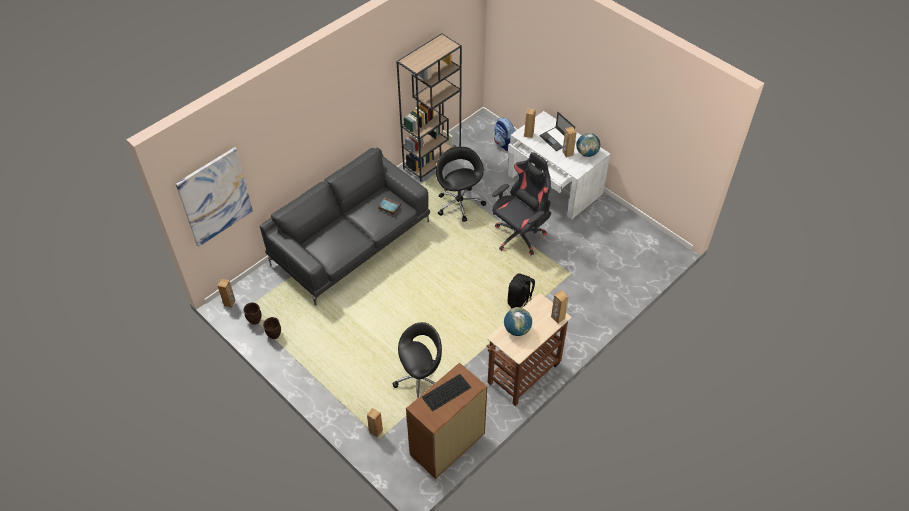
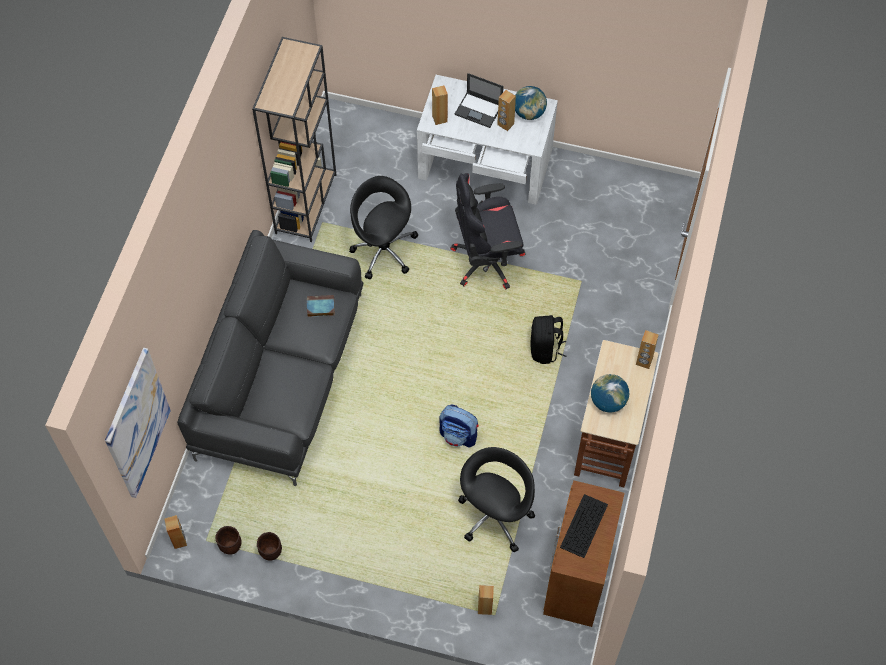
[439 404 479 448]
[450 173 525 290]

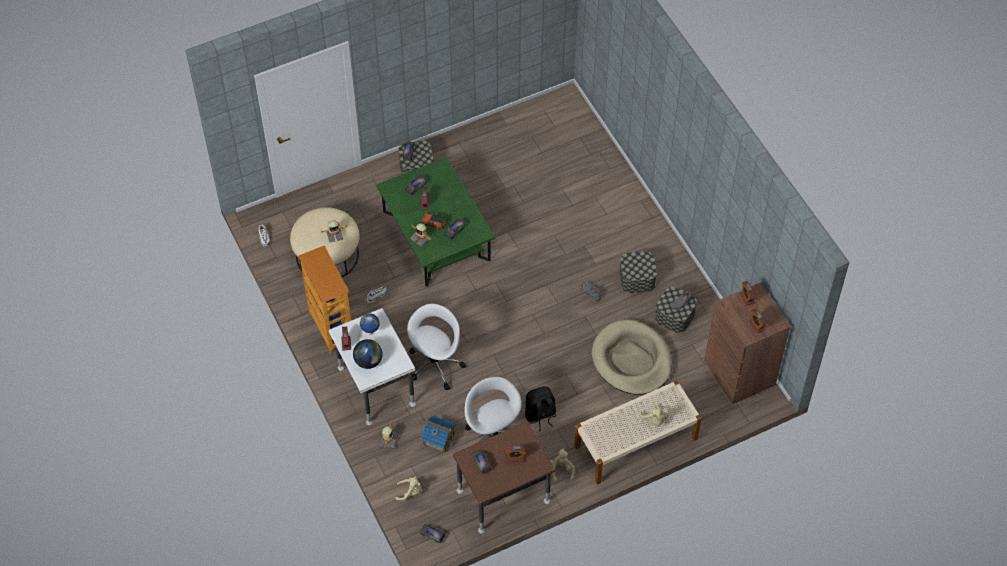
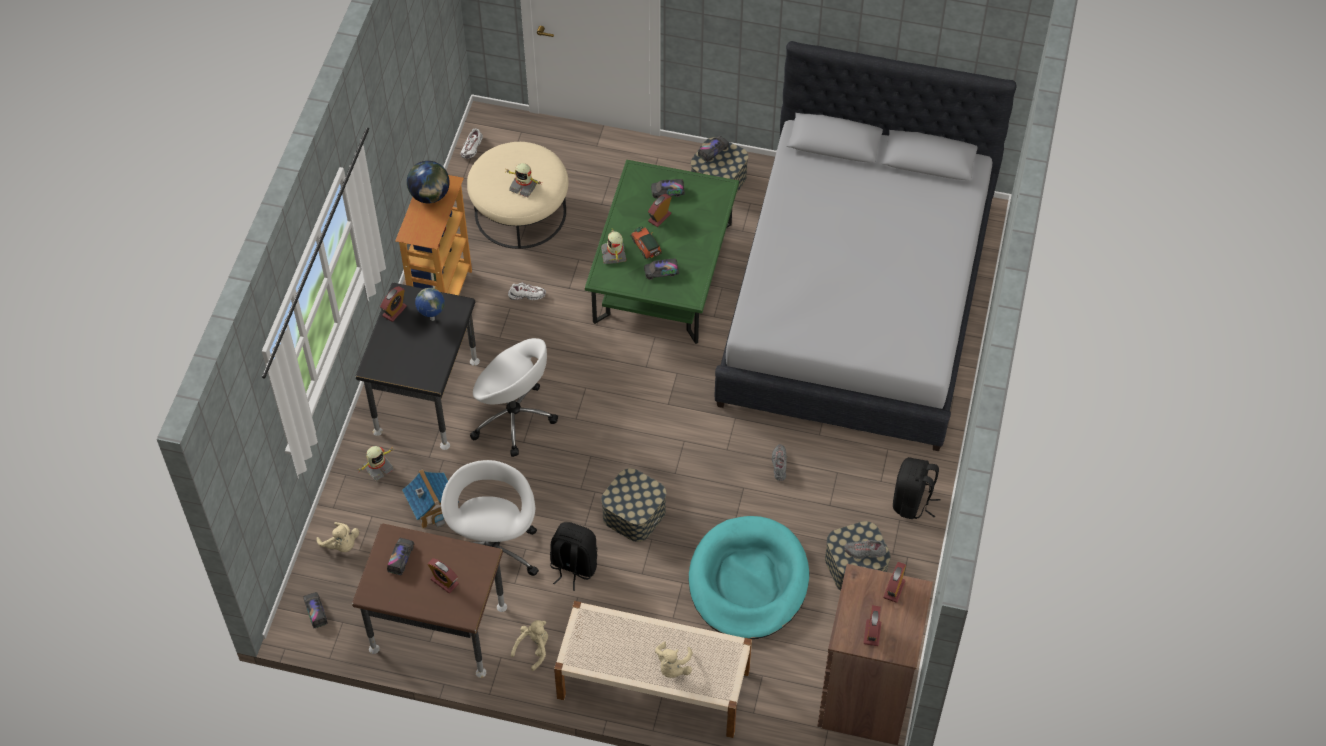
[715 41 1016 451]
[893 457 941 519]
[407 161 450 203]
[601 468 666 542]
[355 283 480 450]
[689 516 809 639]
[470 338 558 457]

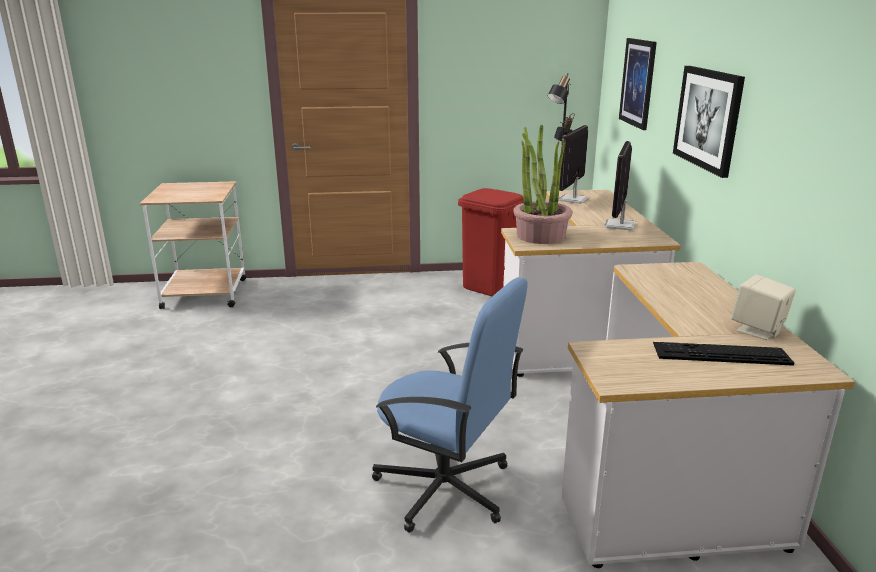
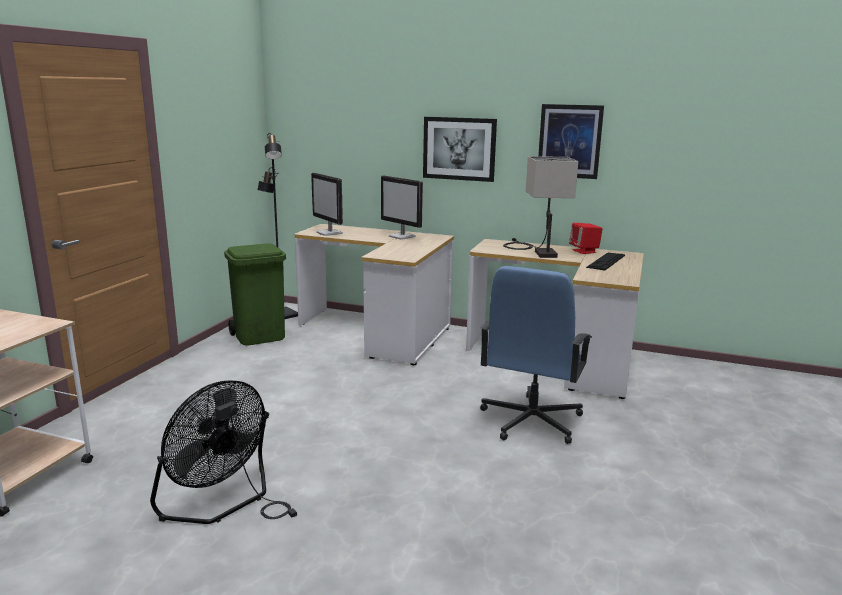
[513 125 573 244] (first image)
[150 381 297 524]
[503 156 578 258]
[538 104 604 179]
[224 243 286 346]
[569 223 603 254]
[480 266 592 444]

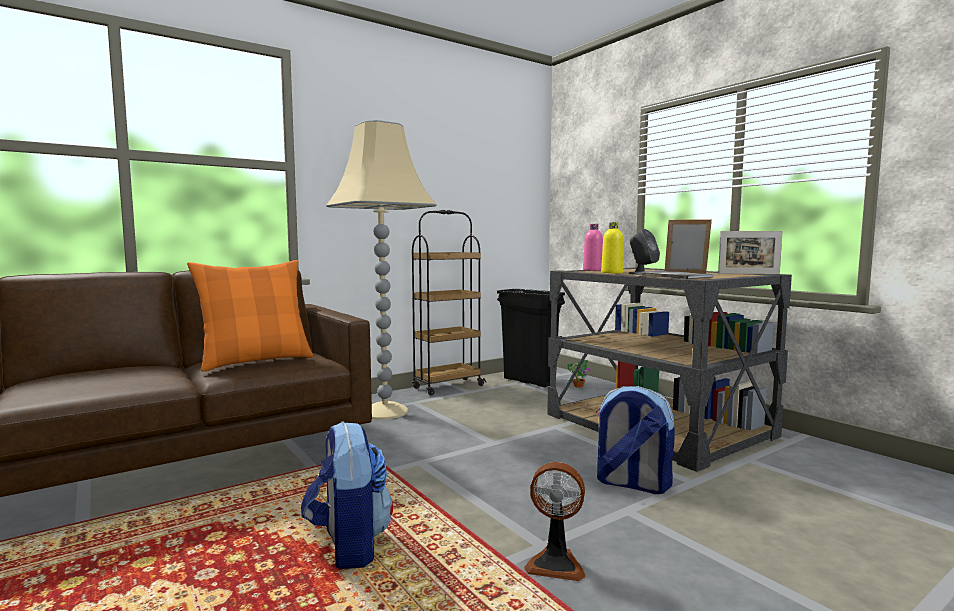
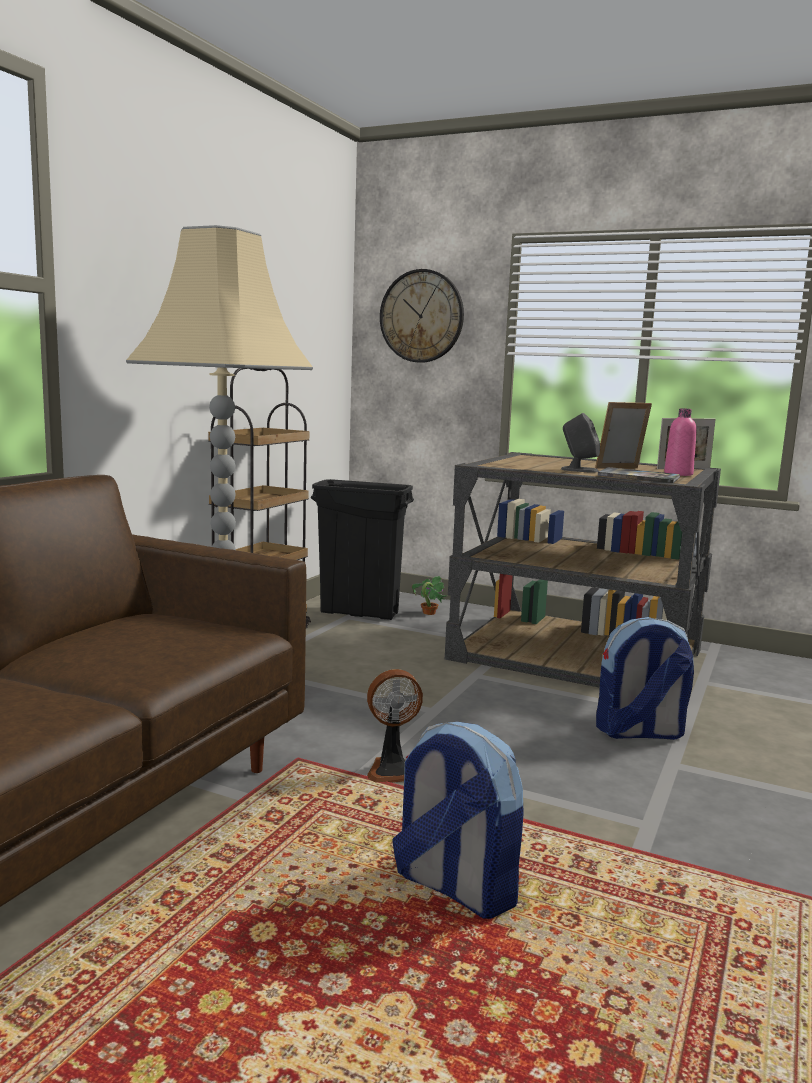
[187 260 313 372] (first image)
[601 222 623 273] (first image)
[380 269 464 363]
[367 669 423 783]
[664 408 697 476]

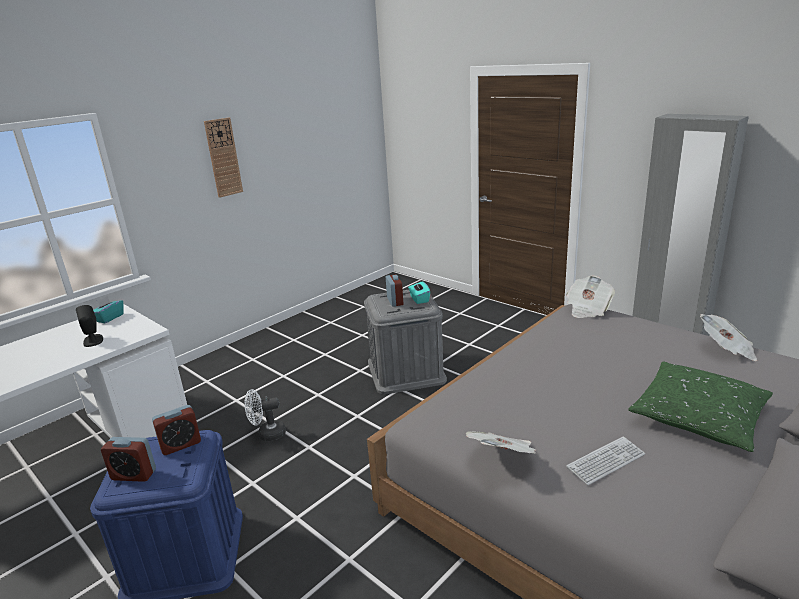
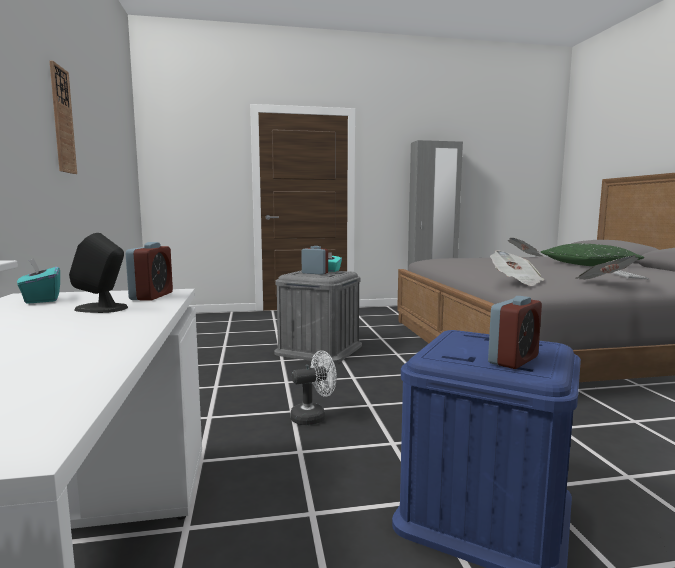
[126 242 173 301]
[490 250 544 286]
[290 351 337 425]

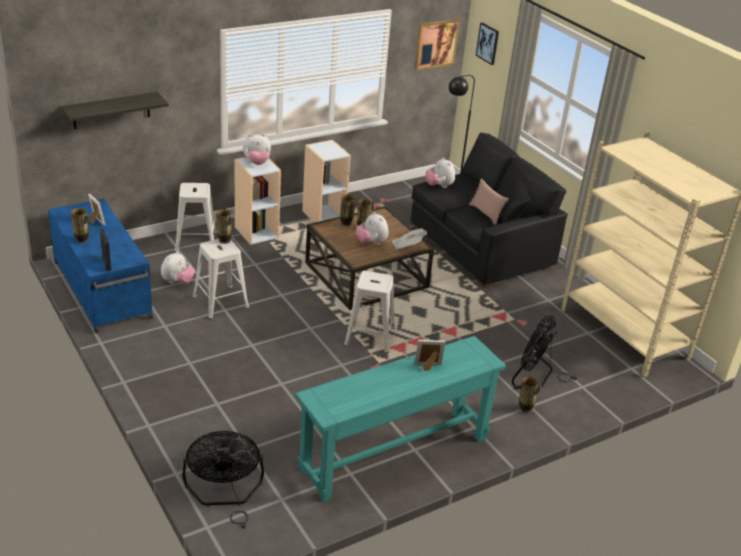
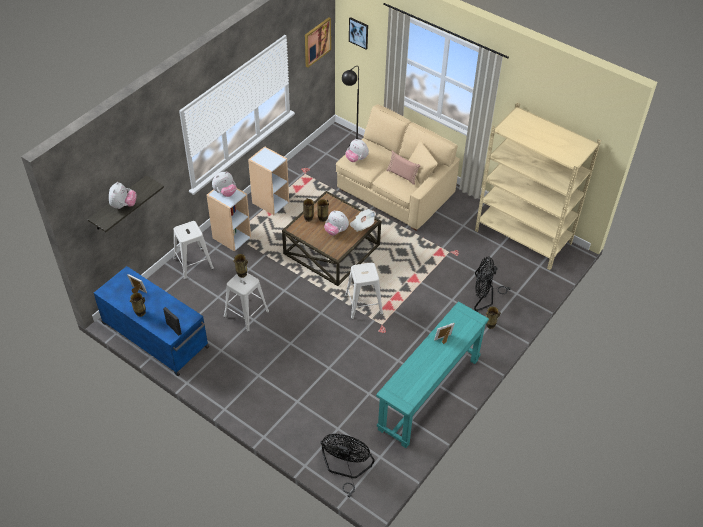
[109 182 137 209]
[336 104 460 231]
[320 434 375 497]

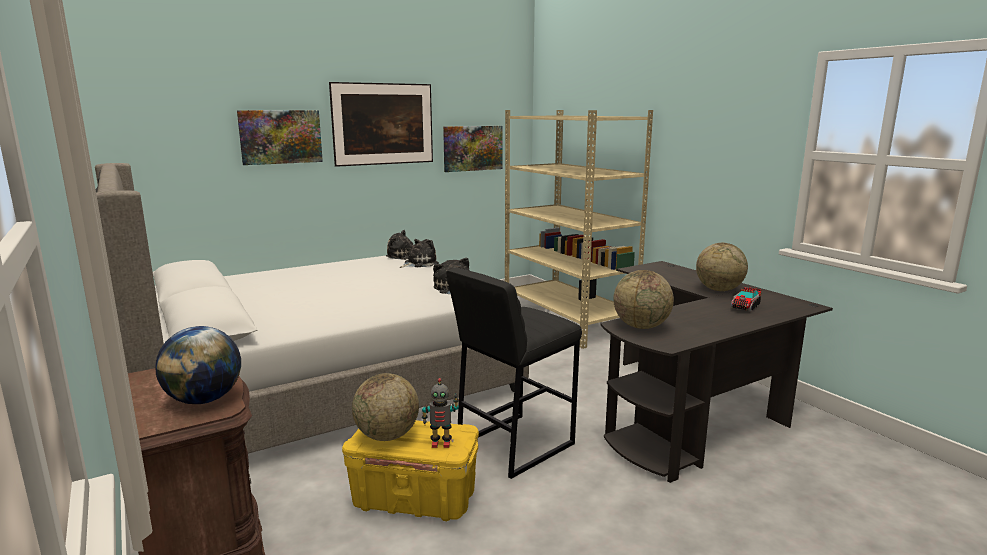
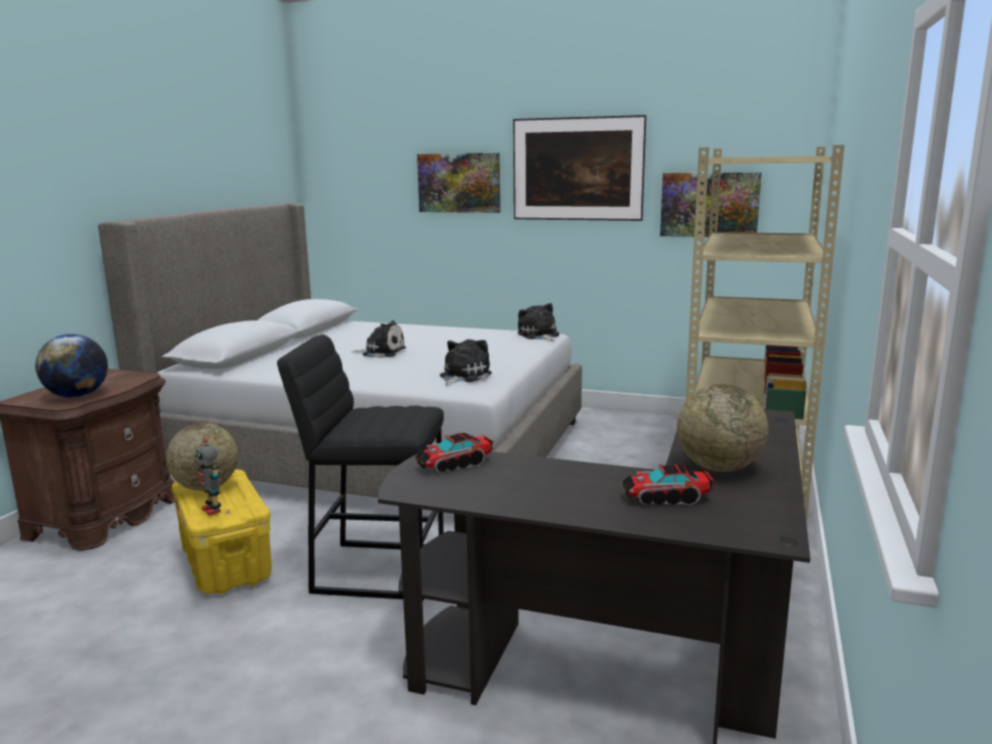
[352 320 406 358]
[415 433 494 473]

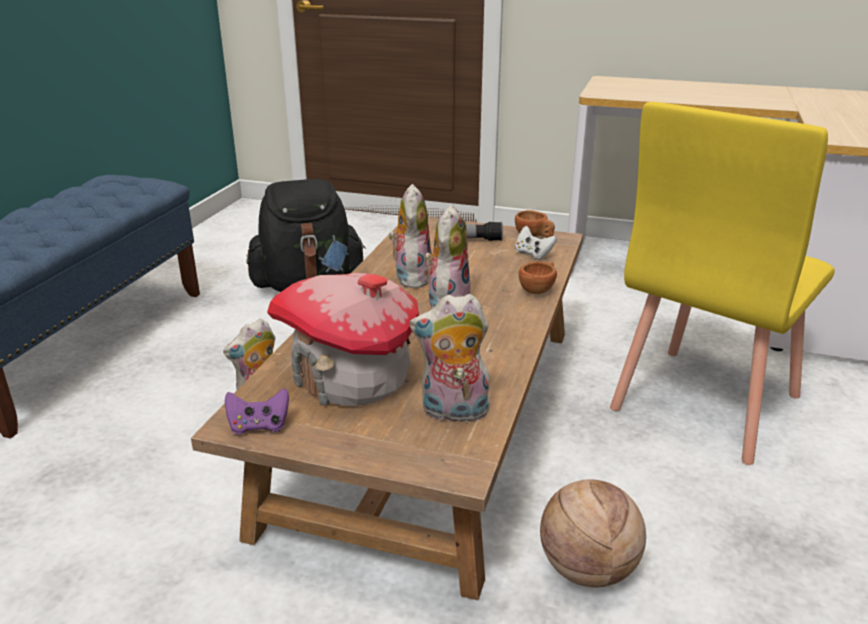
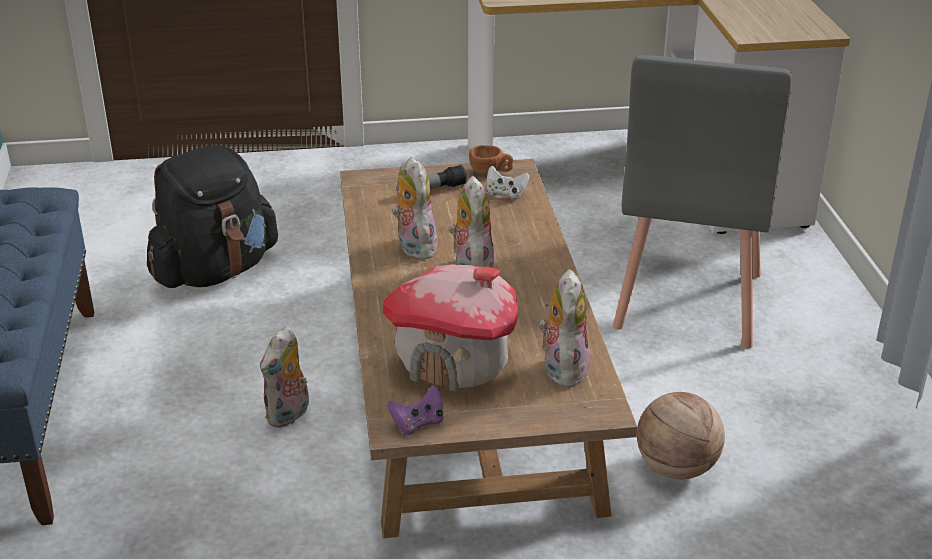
[519 262 557 294] (first image)
[613 55 792 348]
[539 269 589 387]

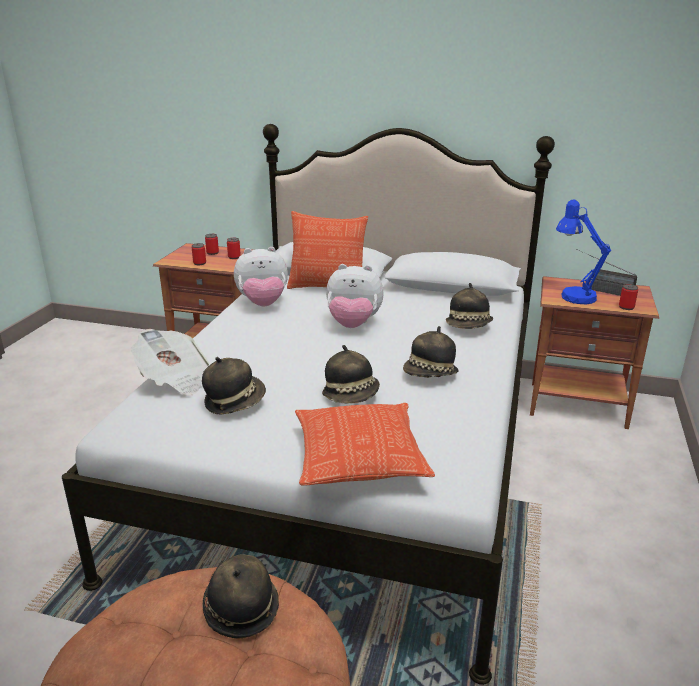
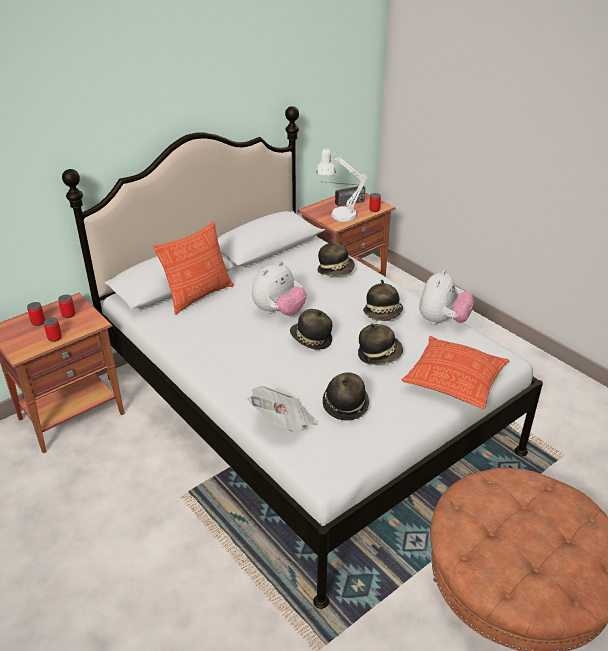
[290 309 333 350]
[419 270 474 325]
[316 148 367 222]

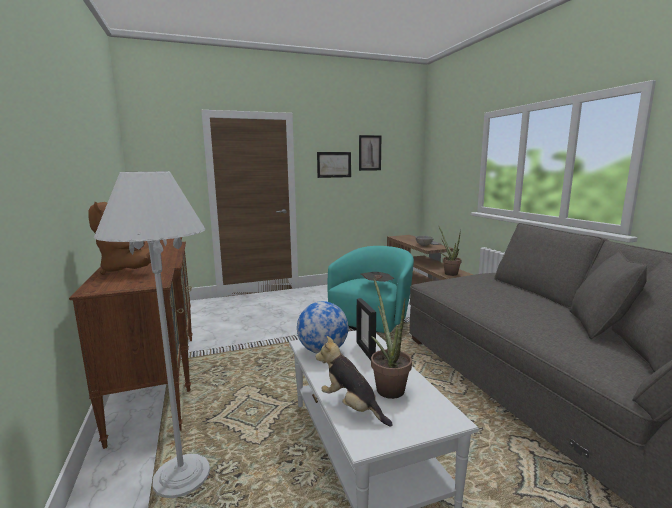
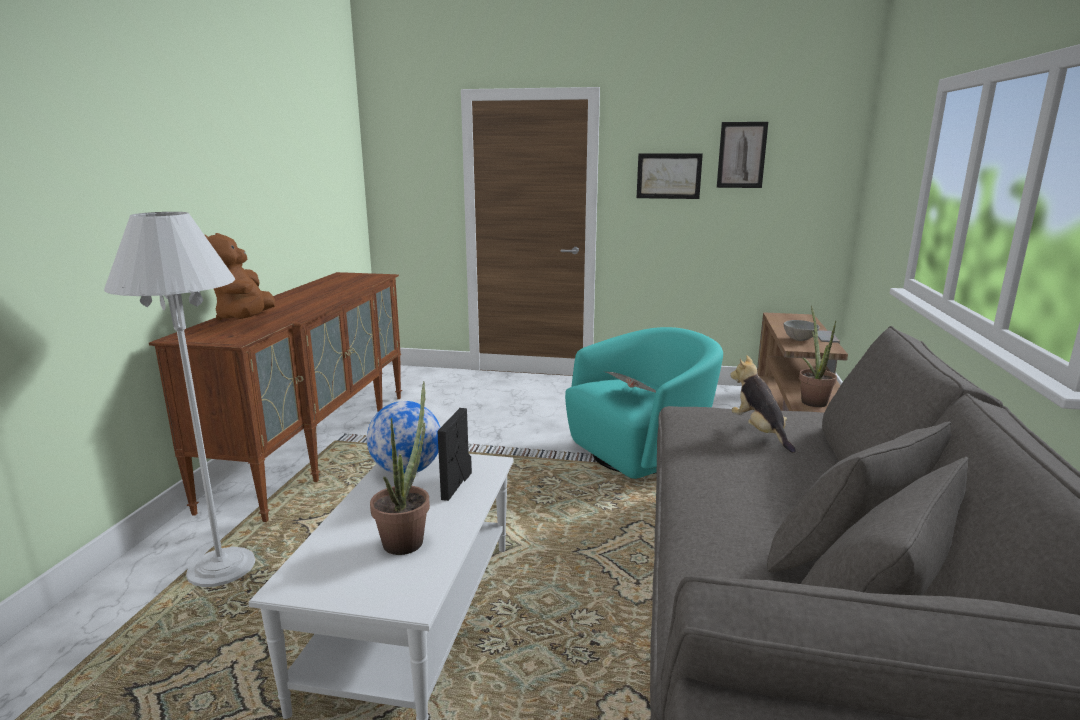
[730 355 795 453]

